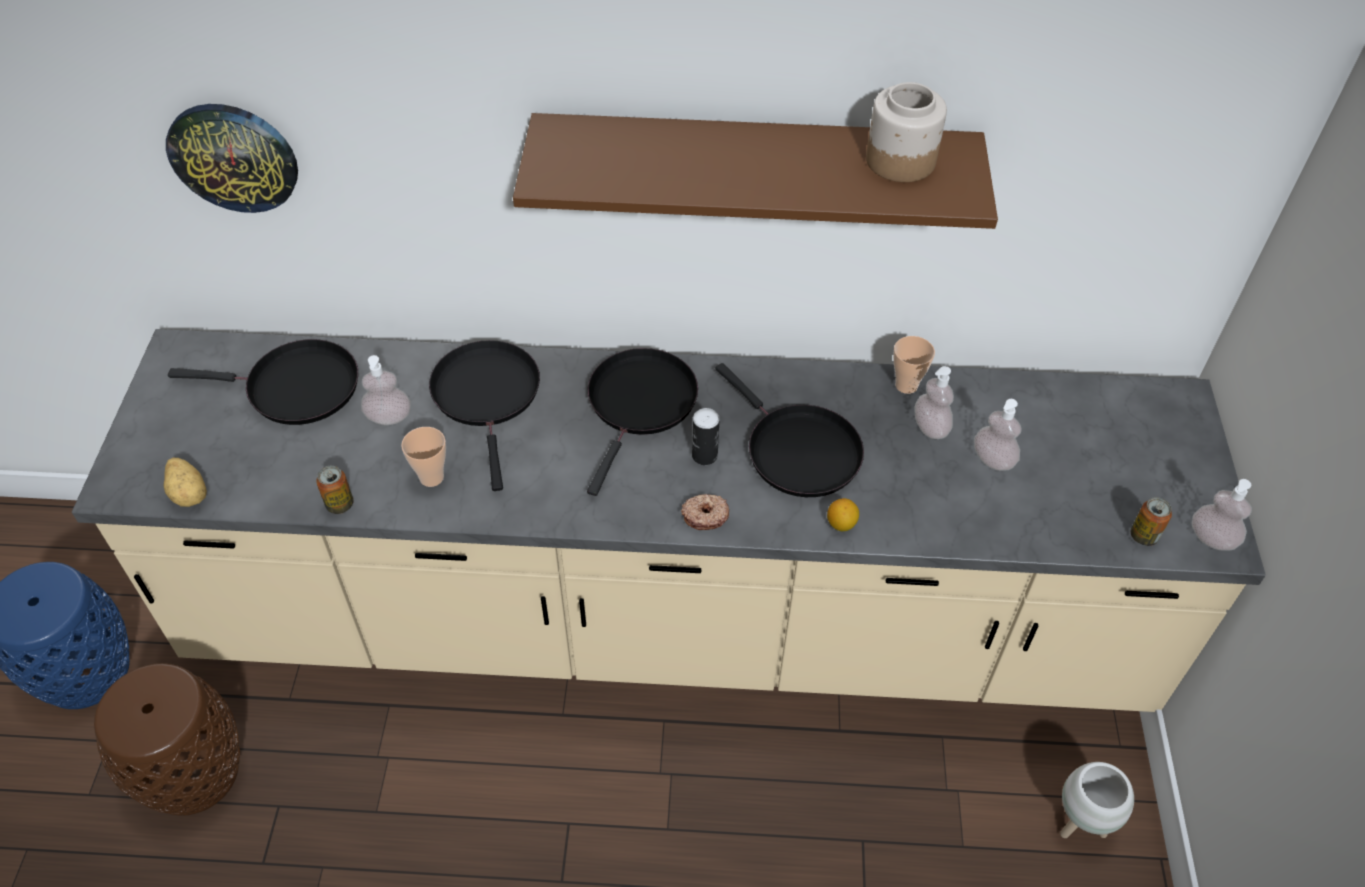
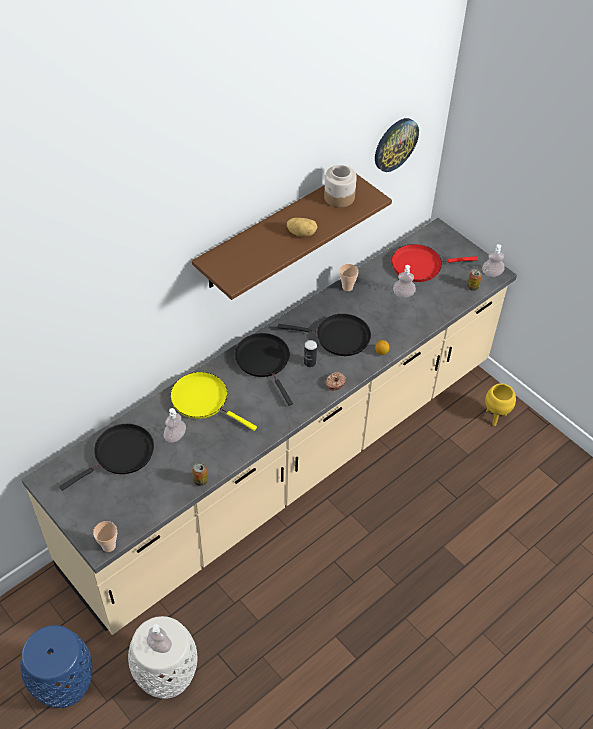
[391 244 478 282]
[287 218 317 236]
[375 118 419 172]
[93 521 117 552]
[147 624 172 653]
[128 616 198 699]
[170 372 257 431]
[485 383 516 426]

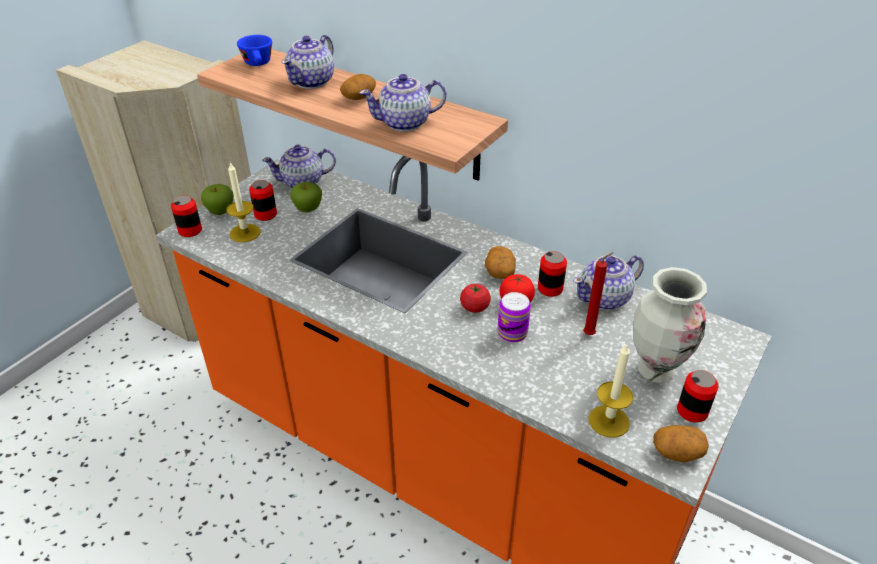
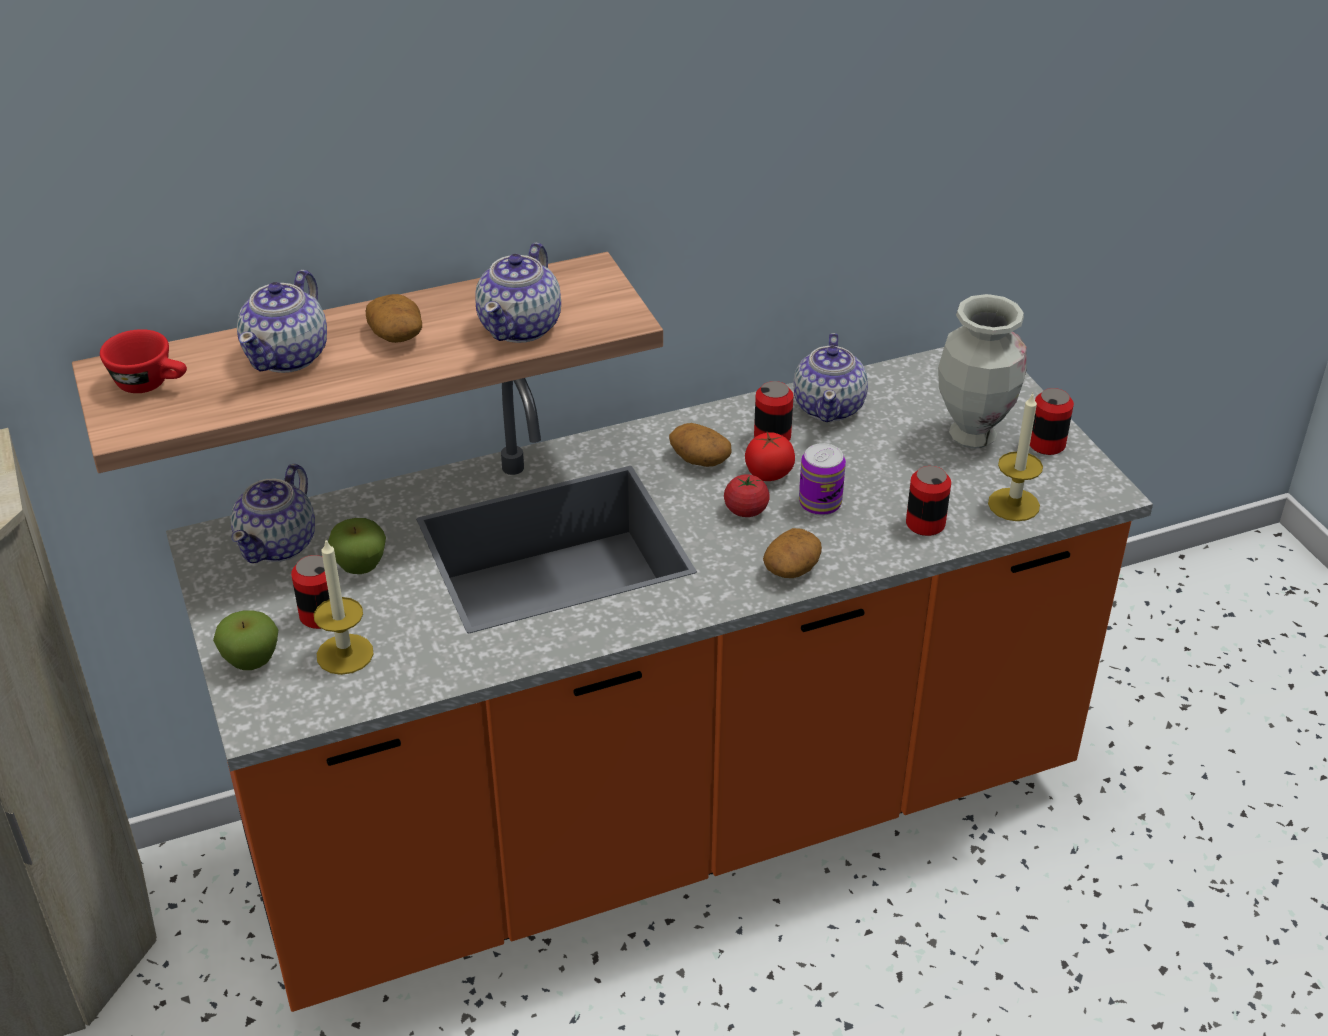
[583 252 614 335] (first image)
[906 466 951 536]
[763 528 822 578]
[100 329 187 393]
[237 270 327 373]

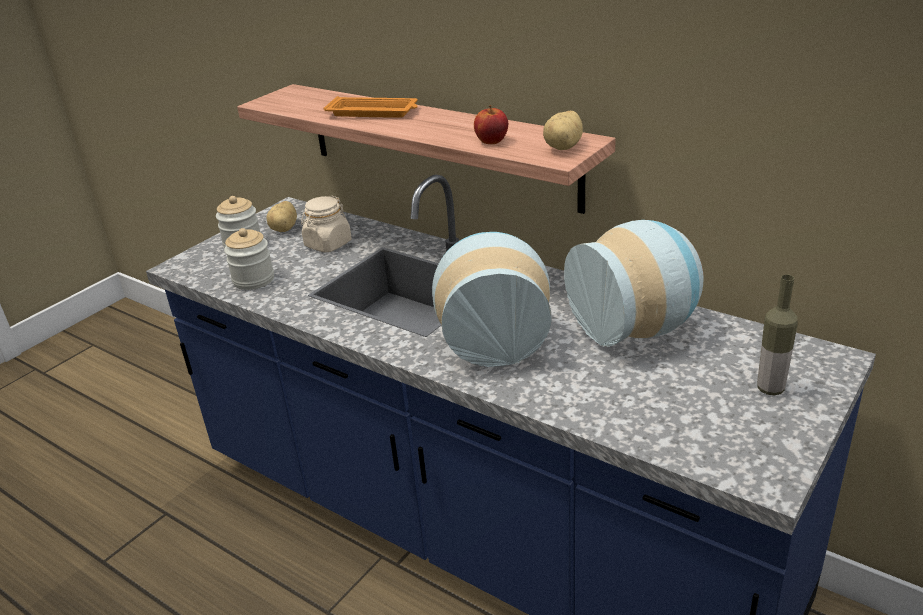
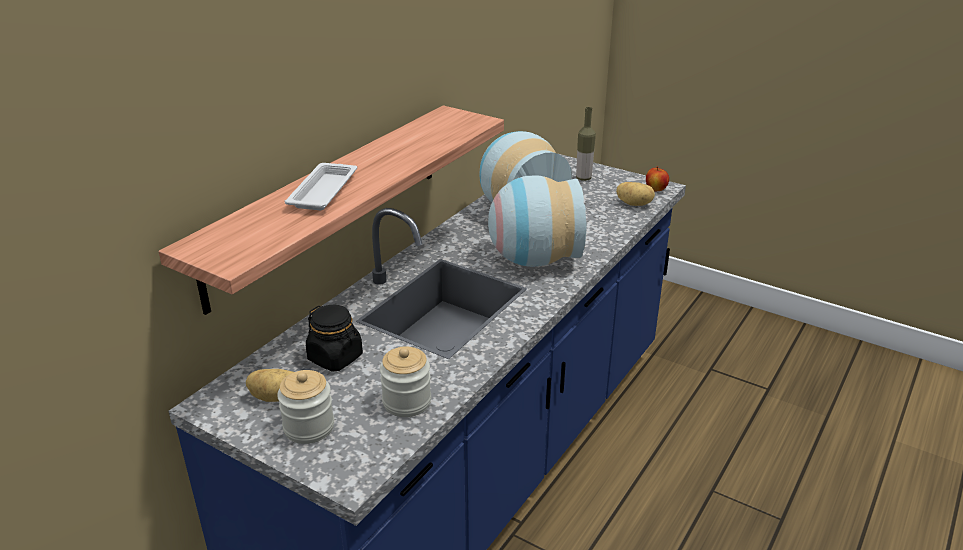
[646 166 669 191]
[616 182 655 206]
[306 305 363 372]
[285 163 357 210]

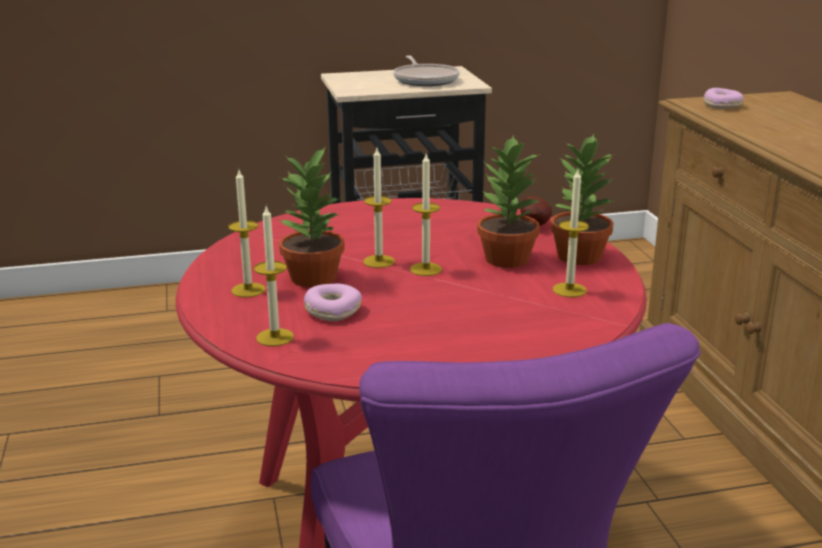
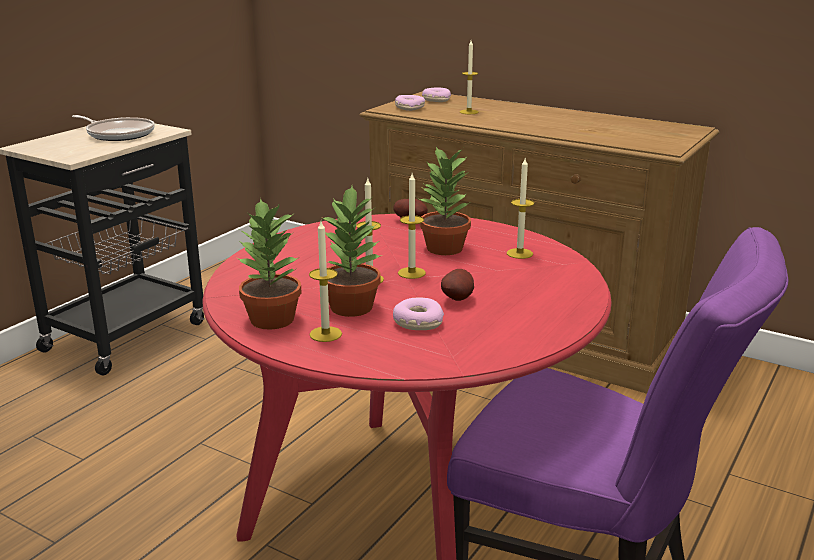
[422 87 451 102]
[441 269 474 301]
[460 40 478 114]
[237 198 302 330]

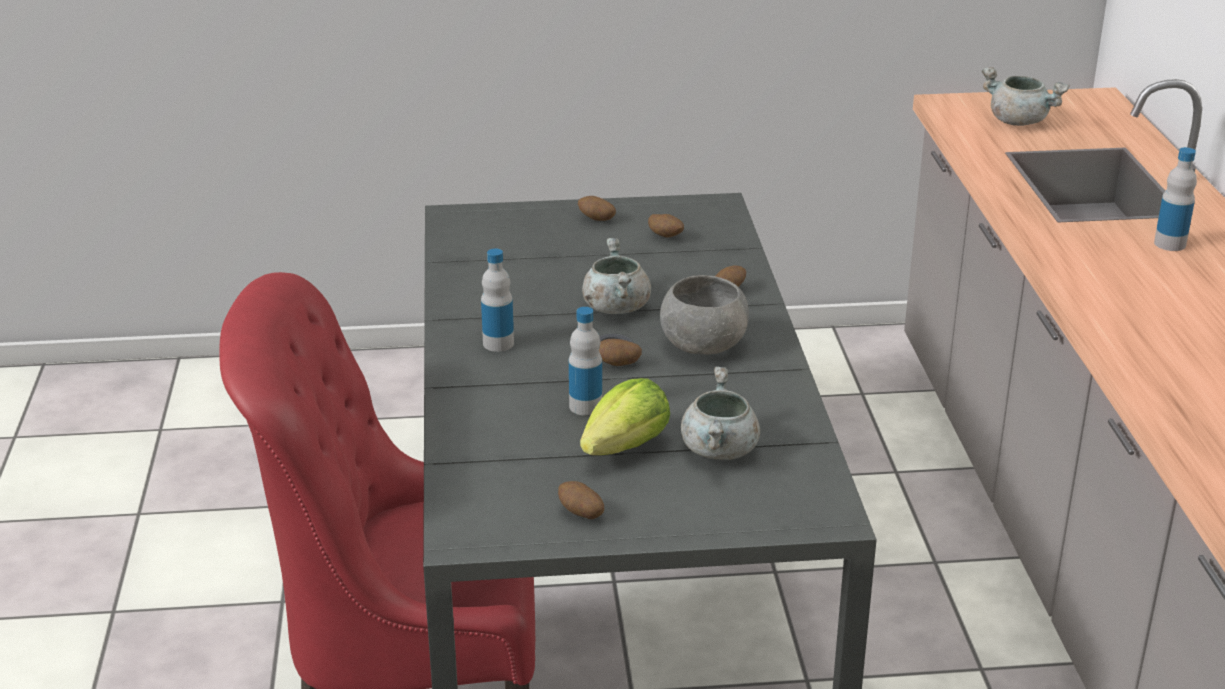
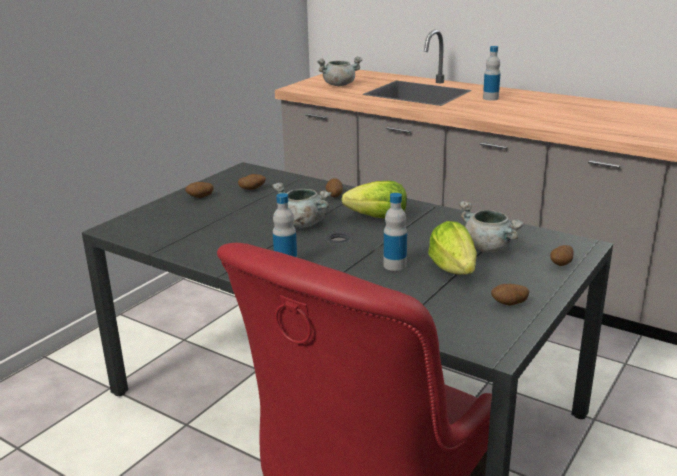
[550 245 574 266]
[342 181 407 218]

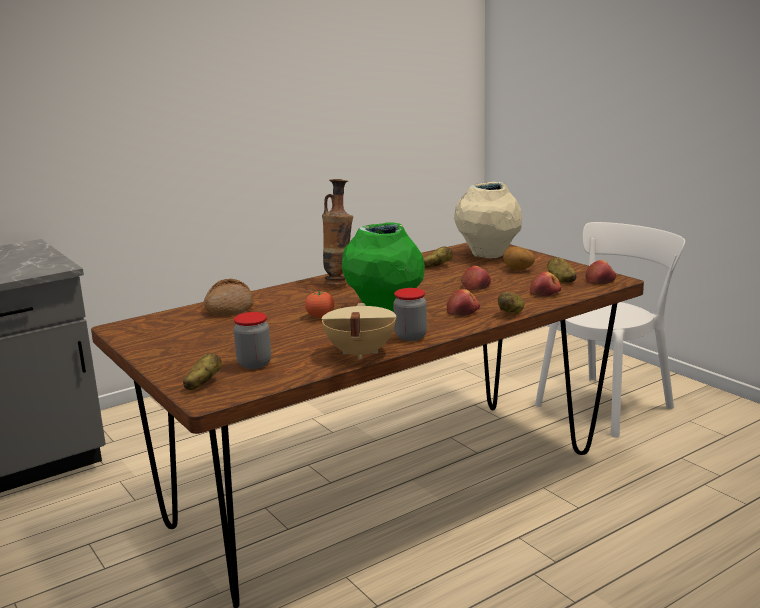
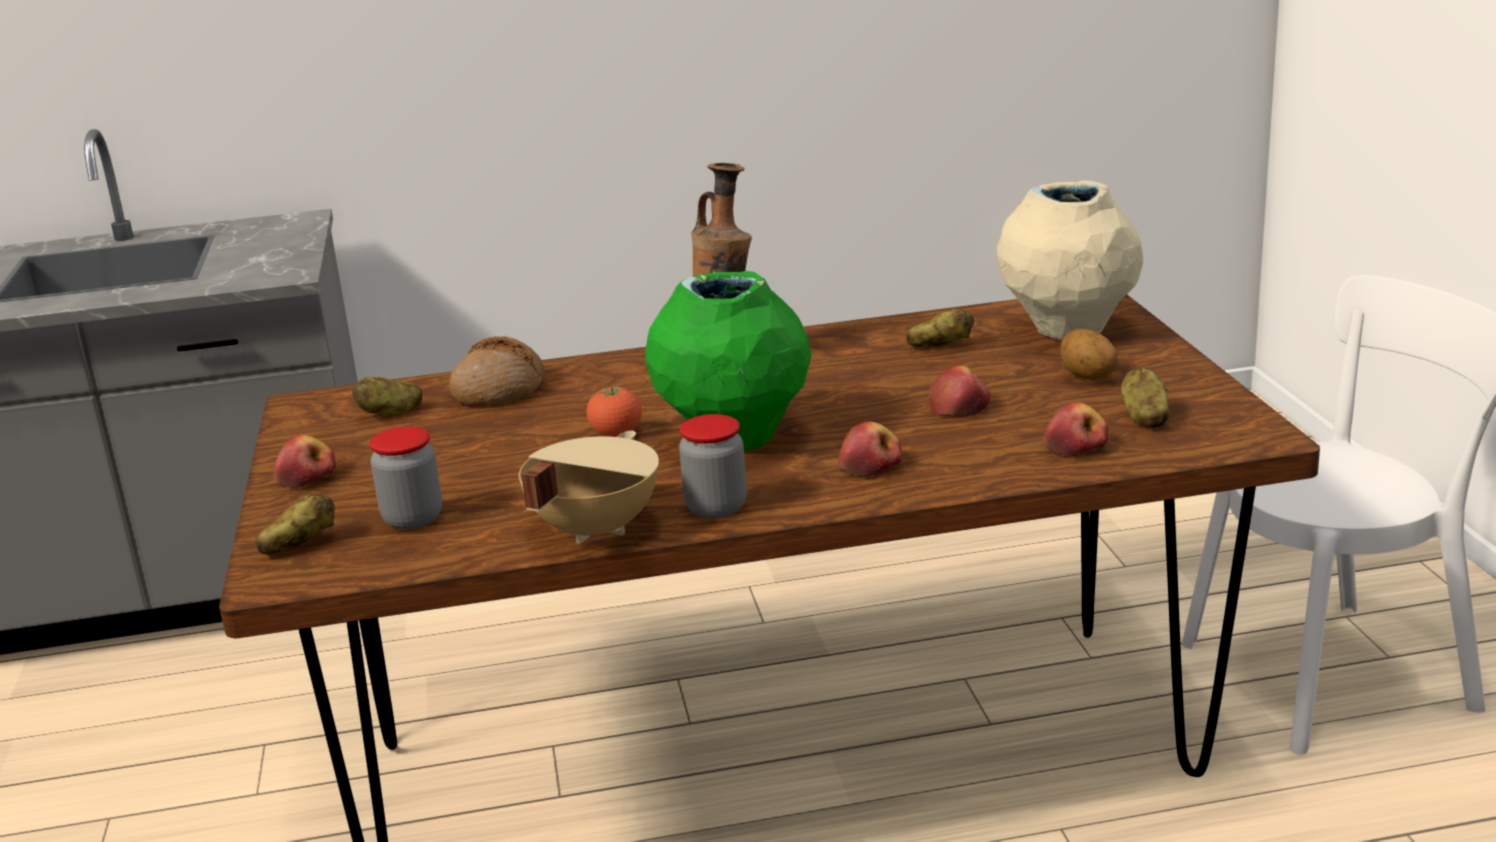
[352 376 422 416]
[274 435 336 488]

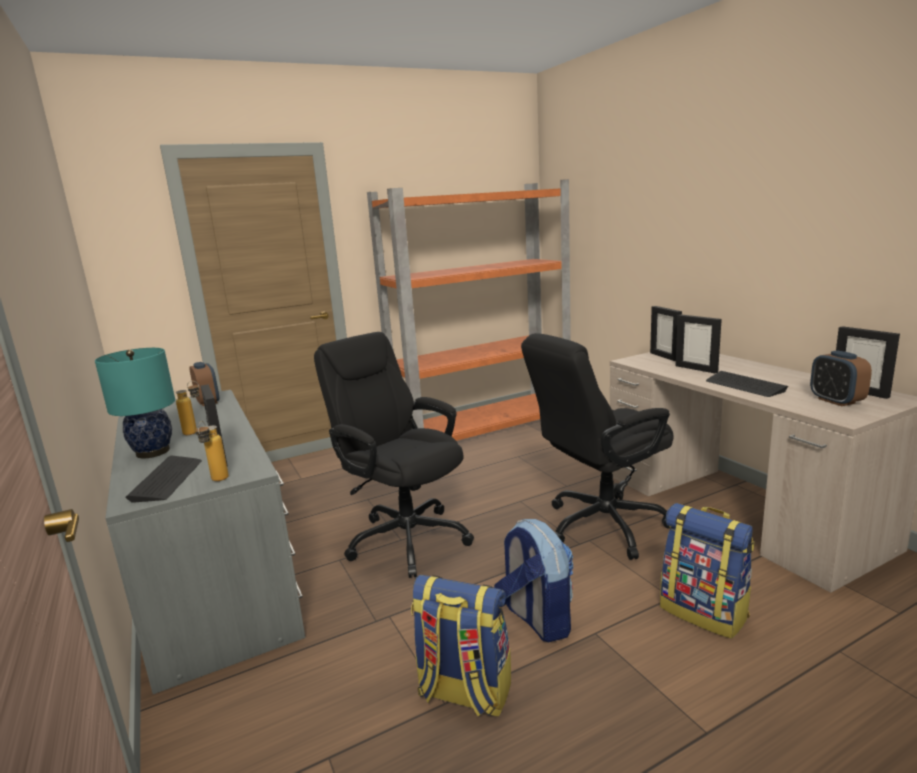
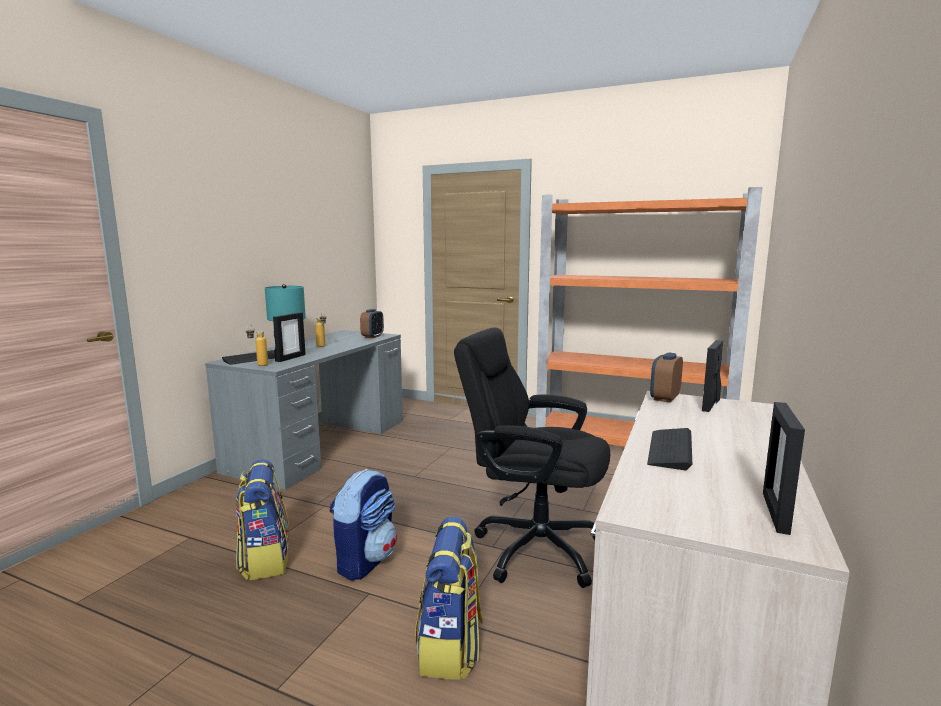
[314 332 474 578] (first image)
[675 315 722 373] (first image)
[650 353 683 403]

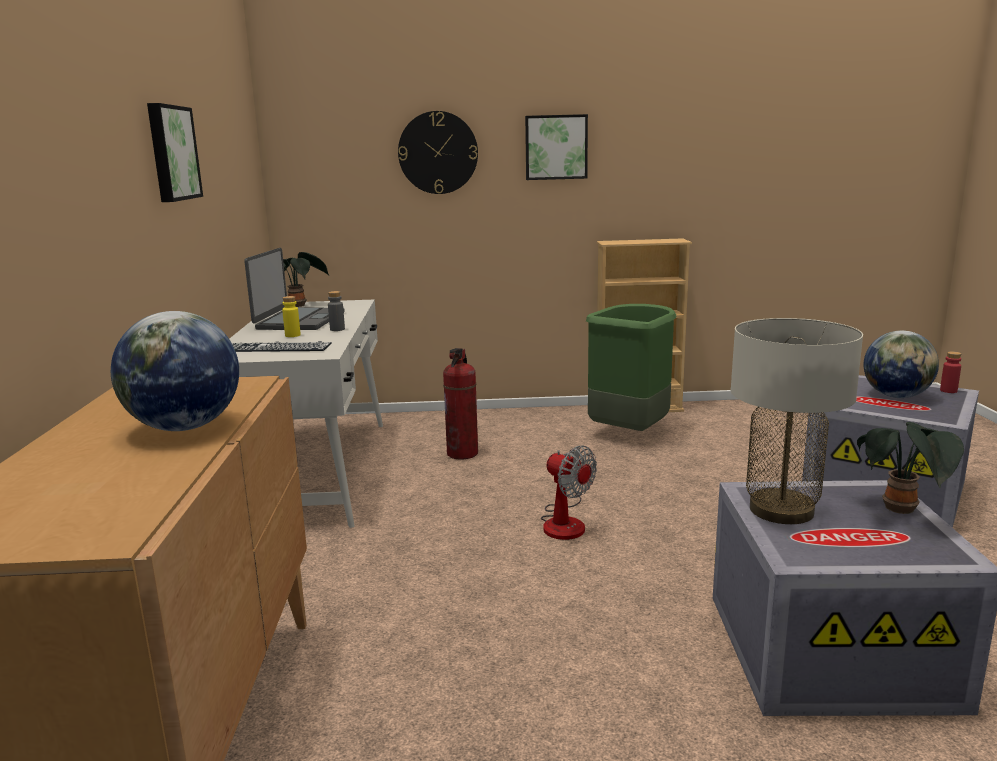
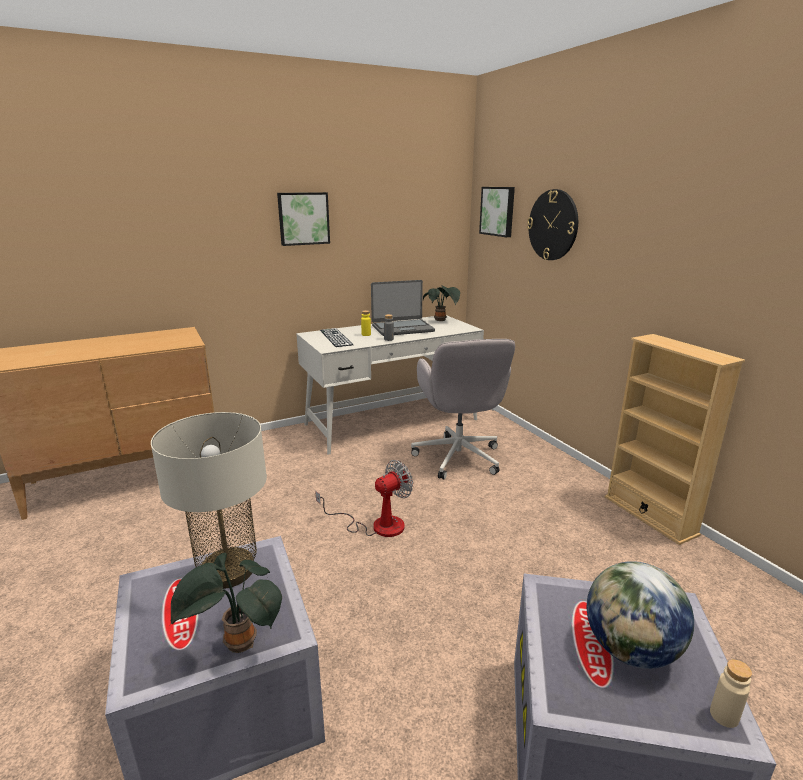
[111 311 239 431] (first image)
[586 304 677 431] (first image)
[479 187 515 237]
[411 339 515 479]
[710 659 752 728]
[315 460 413 537]

